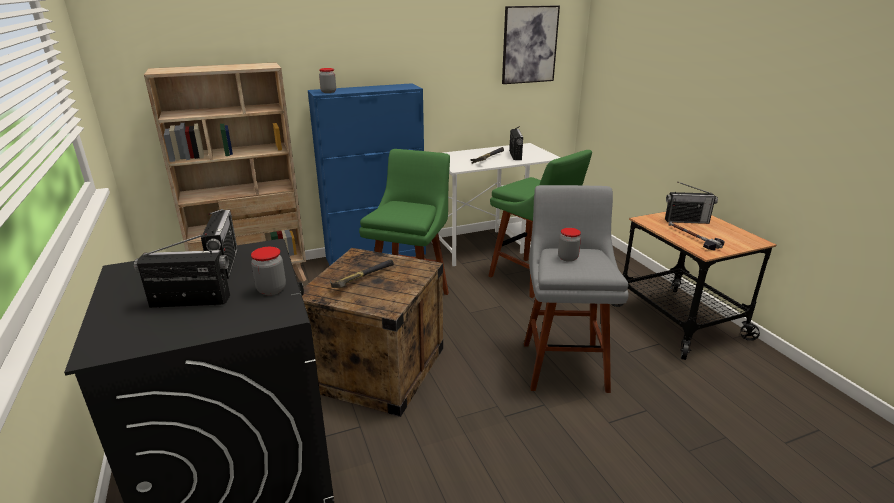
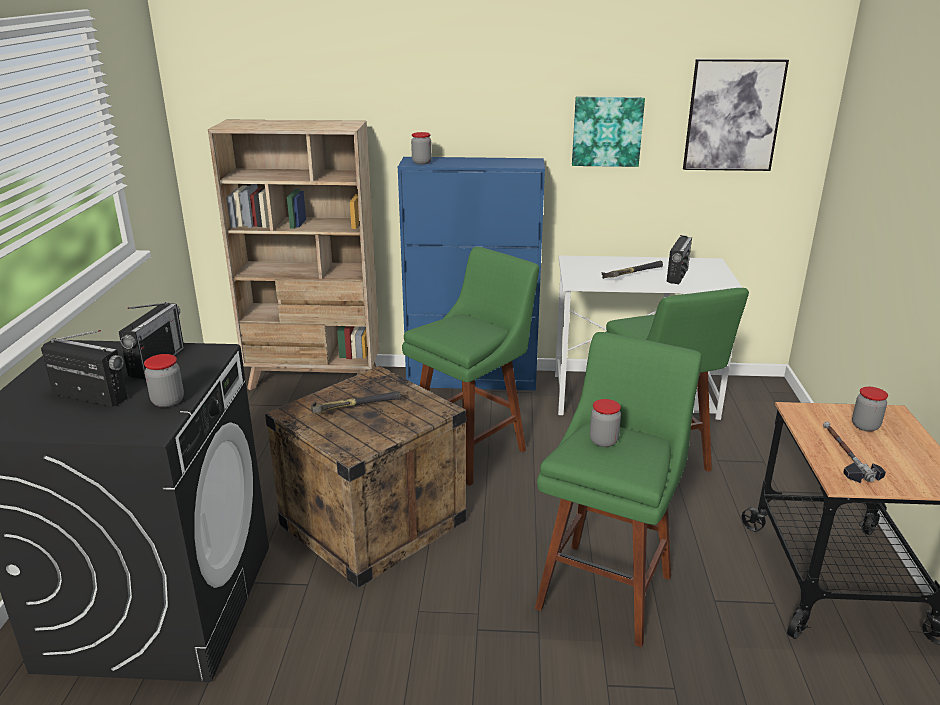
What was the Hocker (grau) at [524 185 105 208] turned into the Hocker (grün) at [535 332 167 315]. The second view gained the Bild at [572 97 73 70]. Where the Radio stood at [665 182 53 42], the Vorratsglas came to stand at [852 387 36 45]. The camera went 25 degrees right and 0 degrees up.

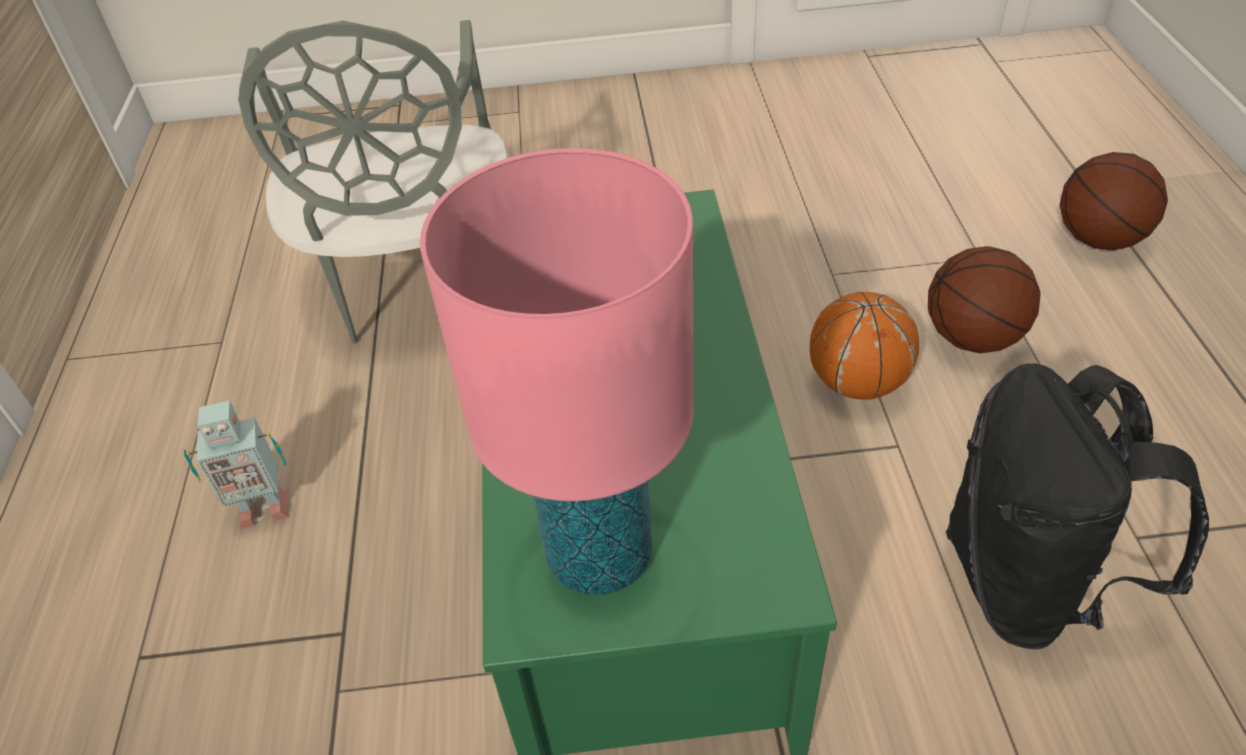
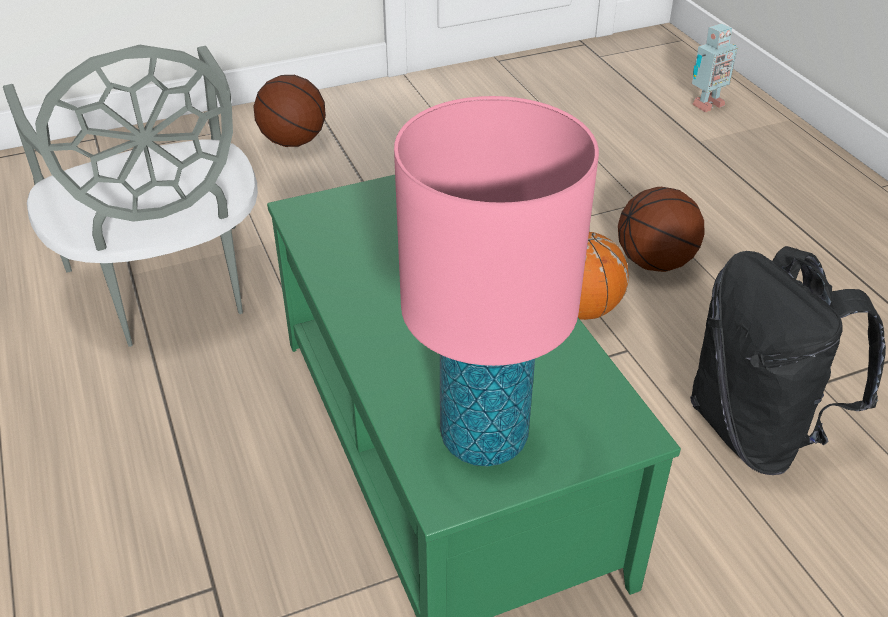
The Basketball ended up elsewhere, having gone from [1060 152 108 98] to [253 75 73 72]. The Spielzeugroboter ended up elsewhere, having gone from [184 400 104 129] to [692 23 46 89]. The camera went 20 degrees left and 5 degrees down.

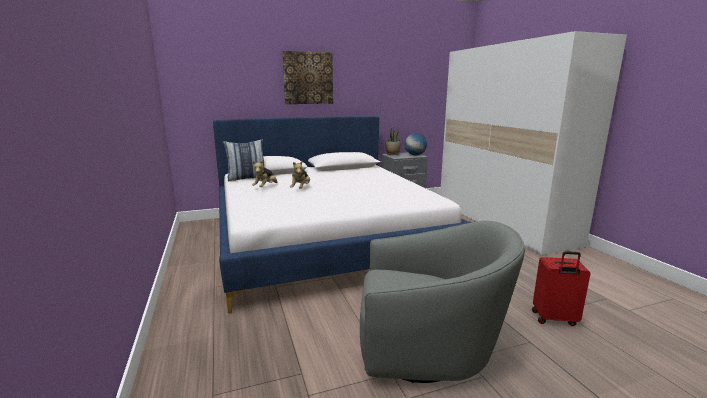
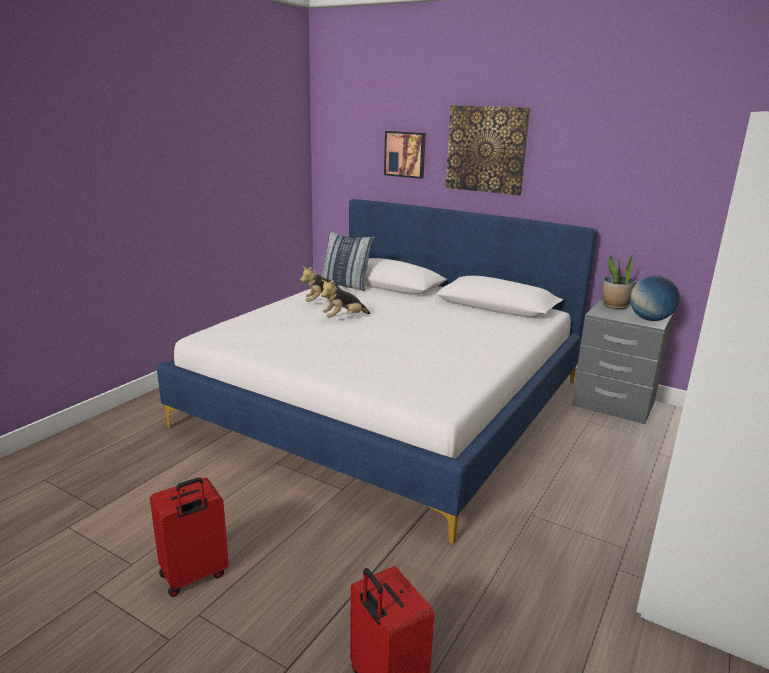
Where the Sessel (grau) stood at [360 221 165 162], the Koffer (rot) came to stand at [150 477 79 120]. The second view gained the Bild at [384 131 42 48]. The camera went 50 degrees right and 5 degrees up.

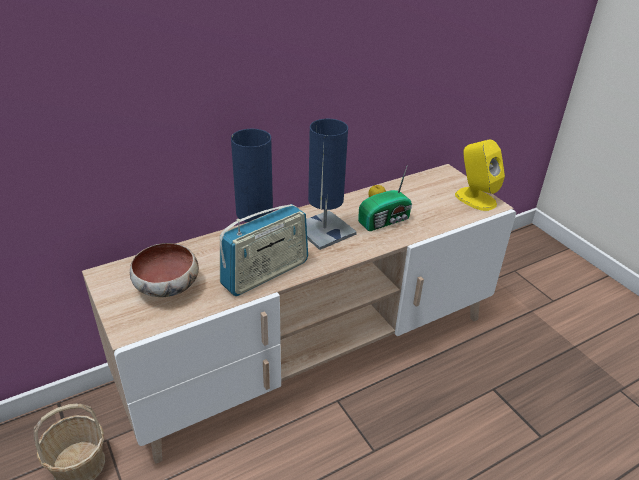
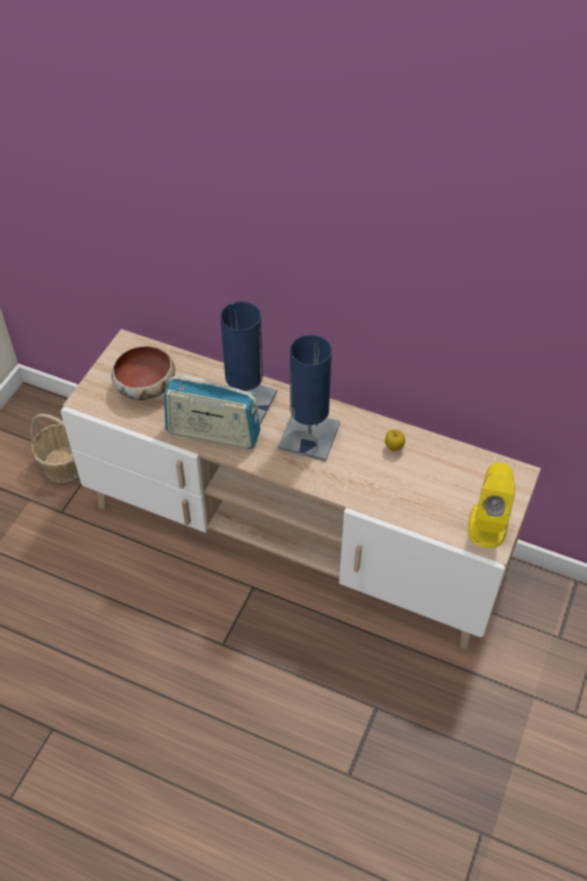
The second view lost the Radio at [358 165 54 66]. The camera went 55 degrees right and 15 degrees up.

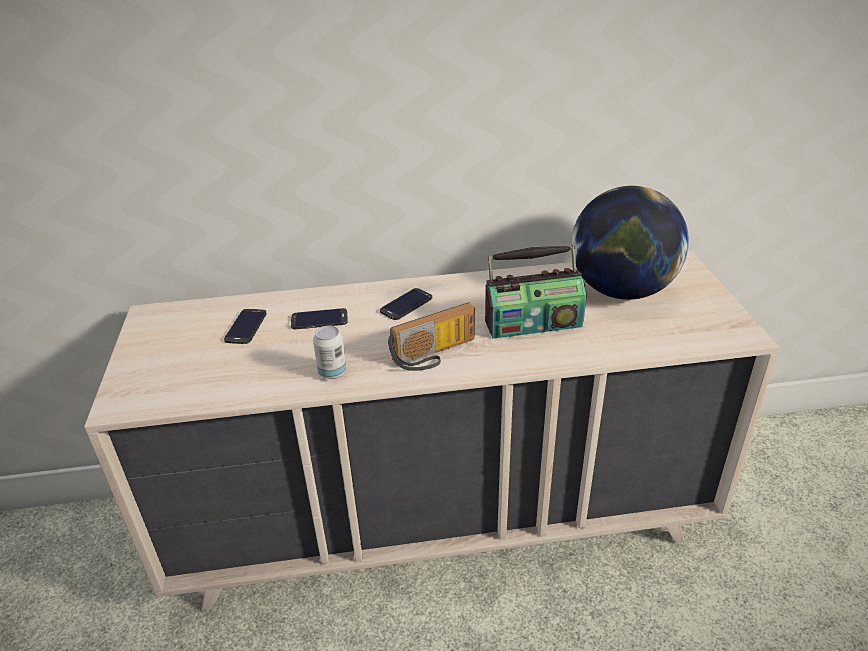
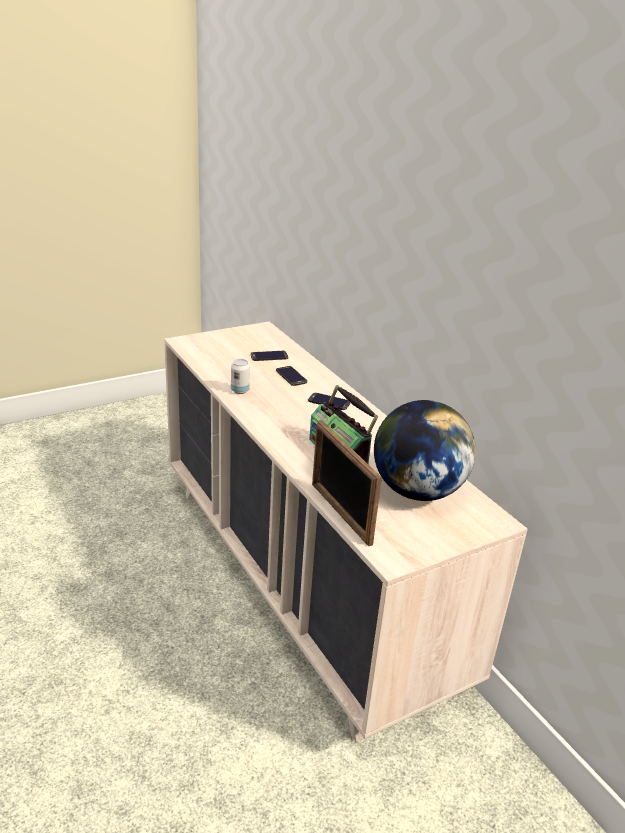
The second view gained the Bilderrahmen at [312 420 70 126]. The second view lost the Radio at [388 302 87 69]. The camera went 65 degrees right and 5 degrees down.

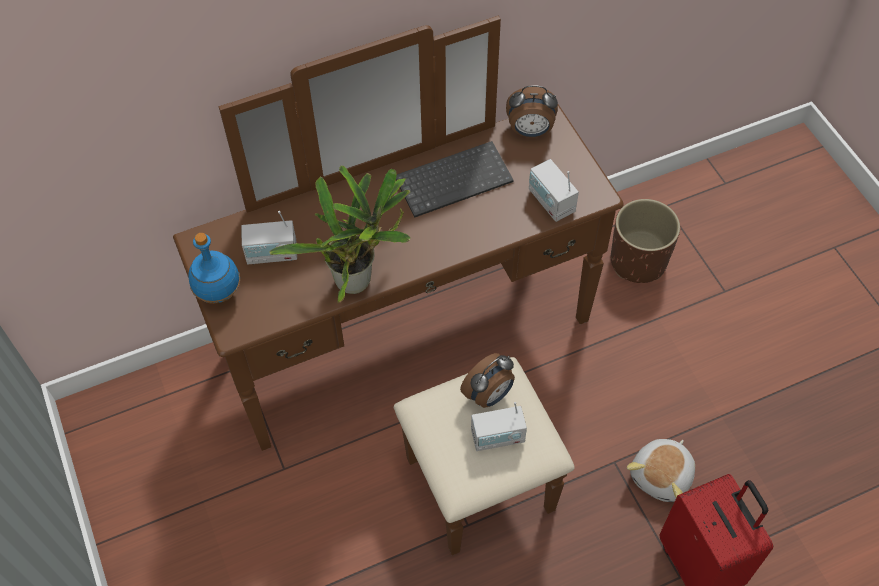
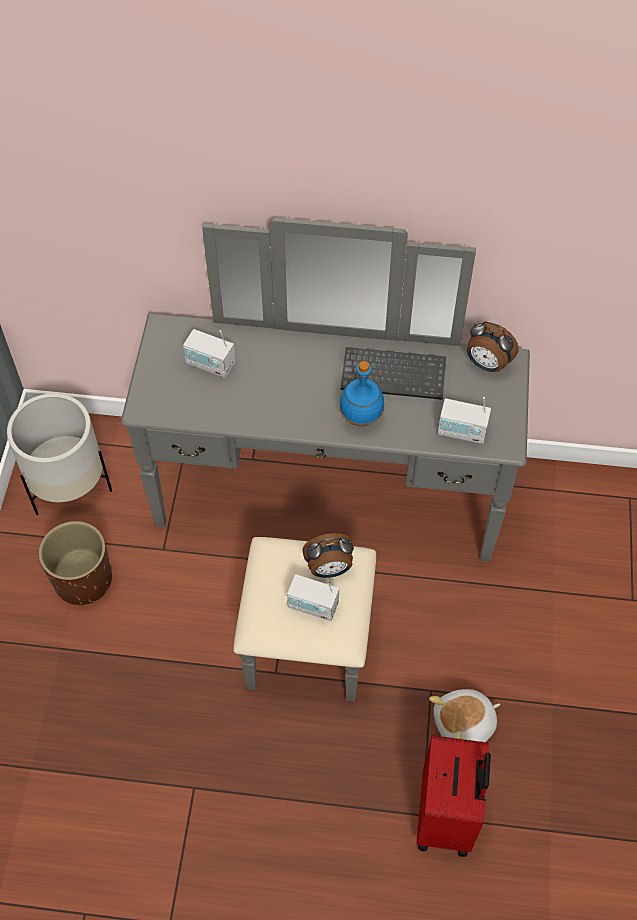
The second view gained the Pflanzkübel (weiß) at [7 393 105 122]. The Pflanzkübel (braun) ended up elsewhere, having gone from [611 199 69 84] to [39 521 73 85]. What was the Kommode (braun) at [173 16 451 539] turned into the Kommode (grau) at [121 218 409 484]. The Flasche (blau) ended up elsewhere, having gone from [188 233 52 71] to [339 361 45 65]. The Radio at [529 159 50 63] ended up facing another way, 75 degrees counterclockwise from before. The second view lost the Topfpflanze at [270 166 140 137]. The camera went 30 degrees right and 0 degrees up.

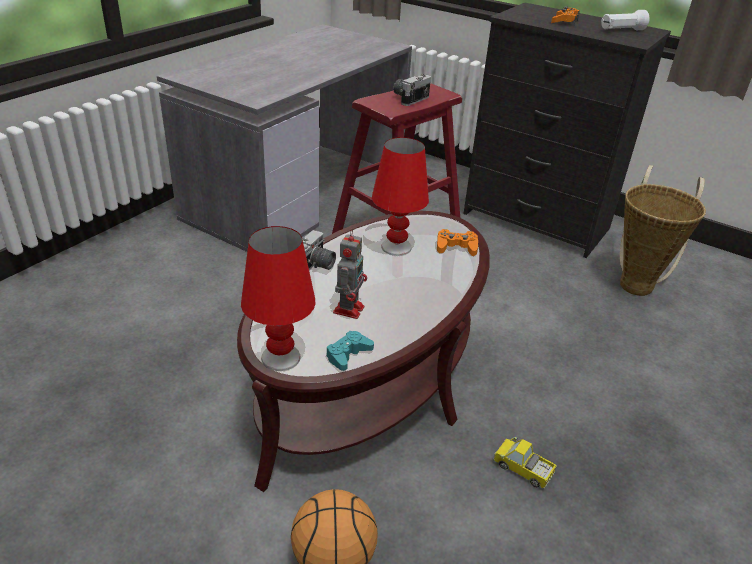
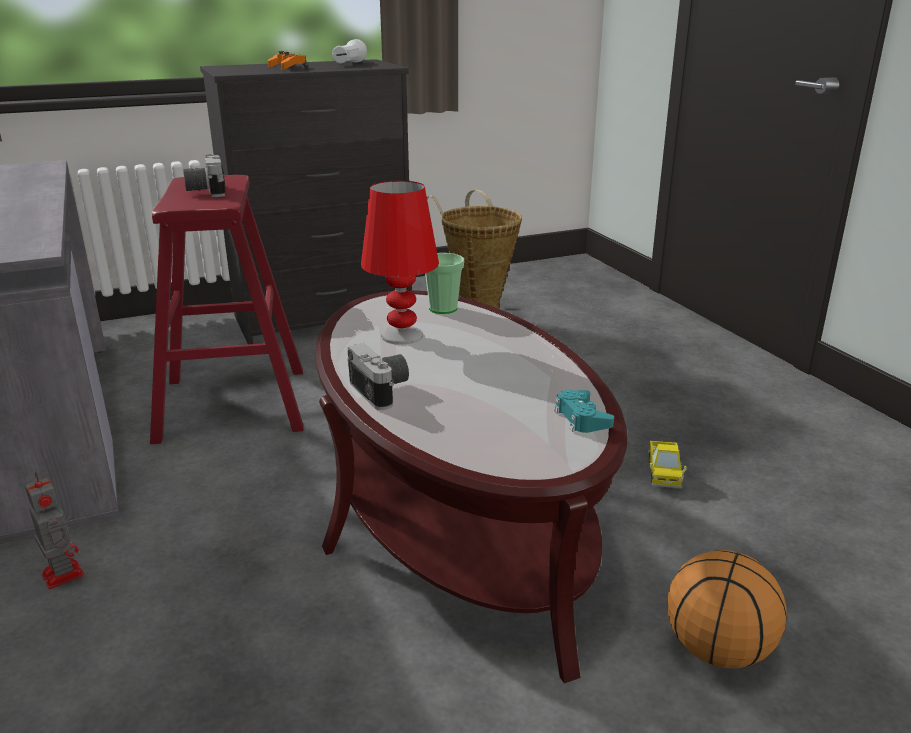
The Spielzeugroboter ended up elsewhere, having gone from [333 229 34 90] to [25 472 60 117]. Where the Gamepad (orange) stood at [437 229 41 27], the Tasse came to stand at [425 253 39 61]. The Spielzeuglaster at [493 437 64 52] ended up facing another way, 60 degrees counterclockwise from before. The second view lost the Tischlampe (rot) at [241 226 75 145]. The camera went 55 degrees left and 10 degrees down.

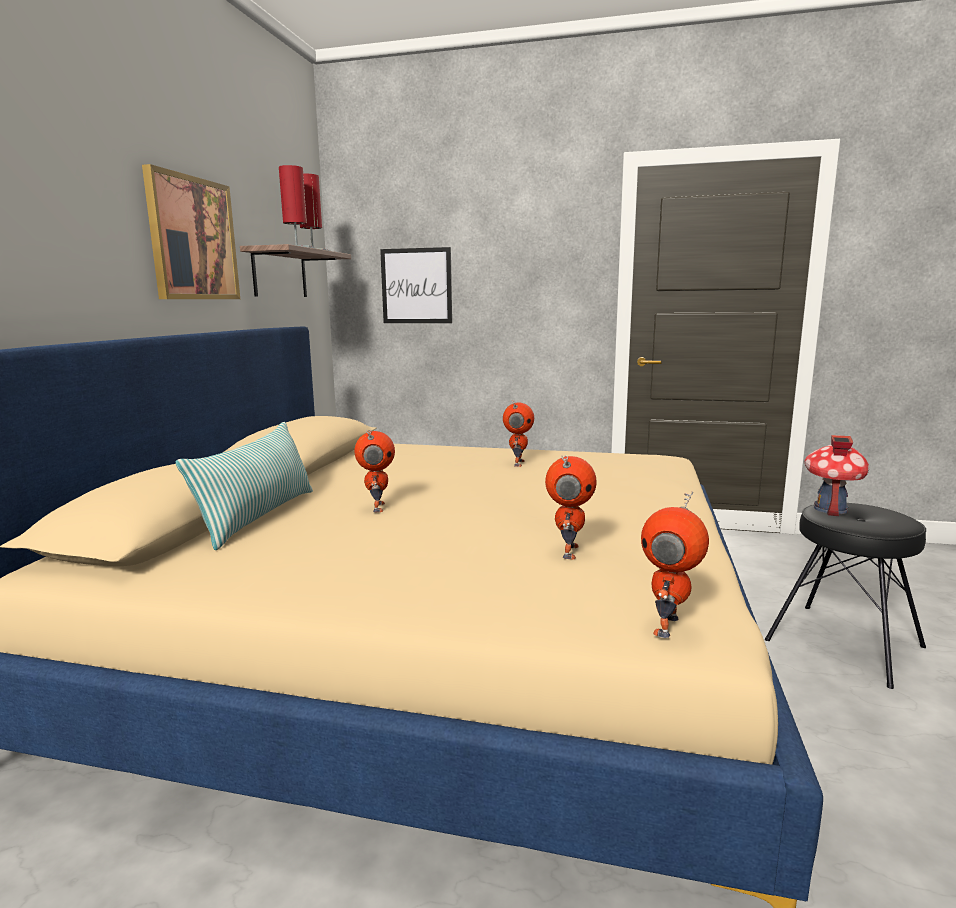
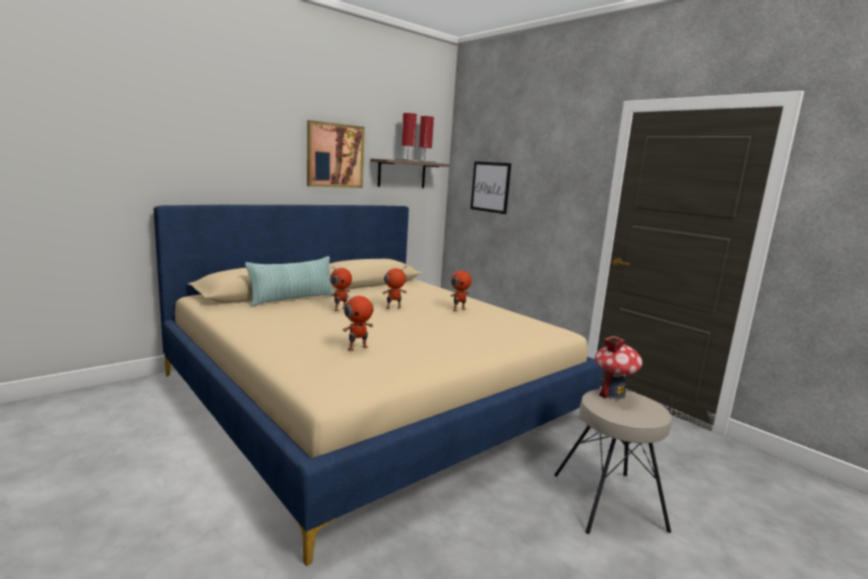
The Spielzeugroboter ended up elsewhere, having gone from [641 491 68 147] to [382 266 25 43]. What was the Hocker (schwarz) at [765 503 161 186] turned into the Hocker (beige) at [554 389 118 145]. The camera went 35 degrees right and 0 degrees up.

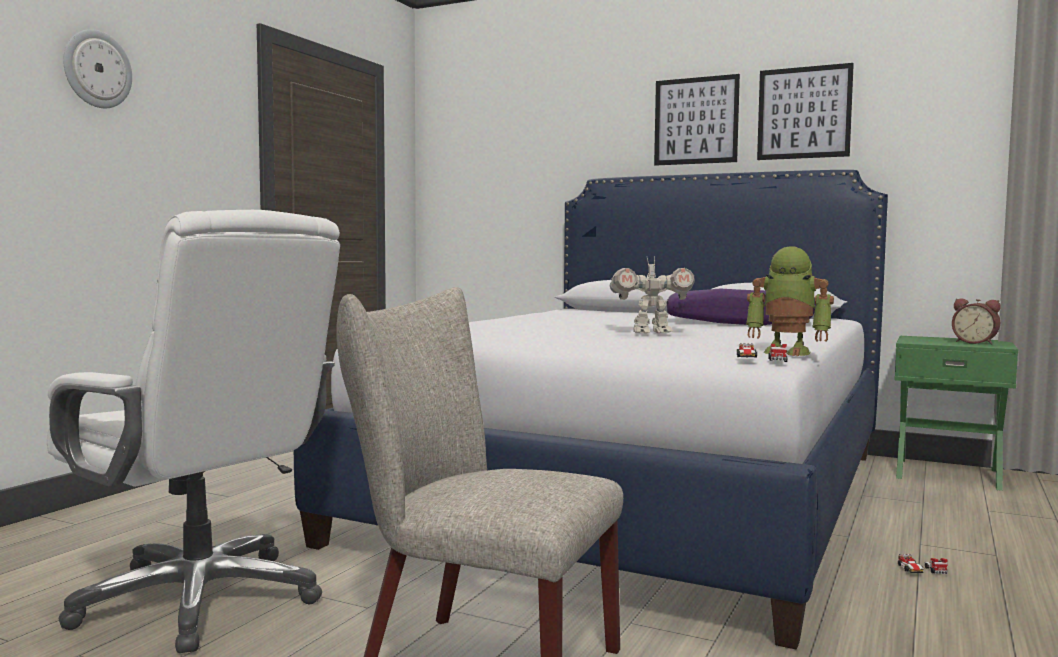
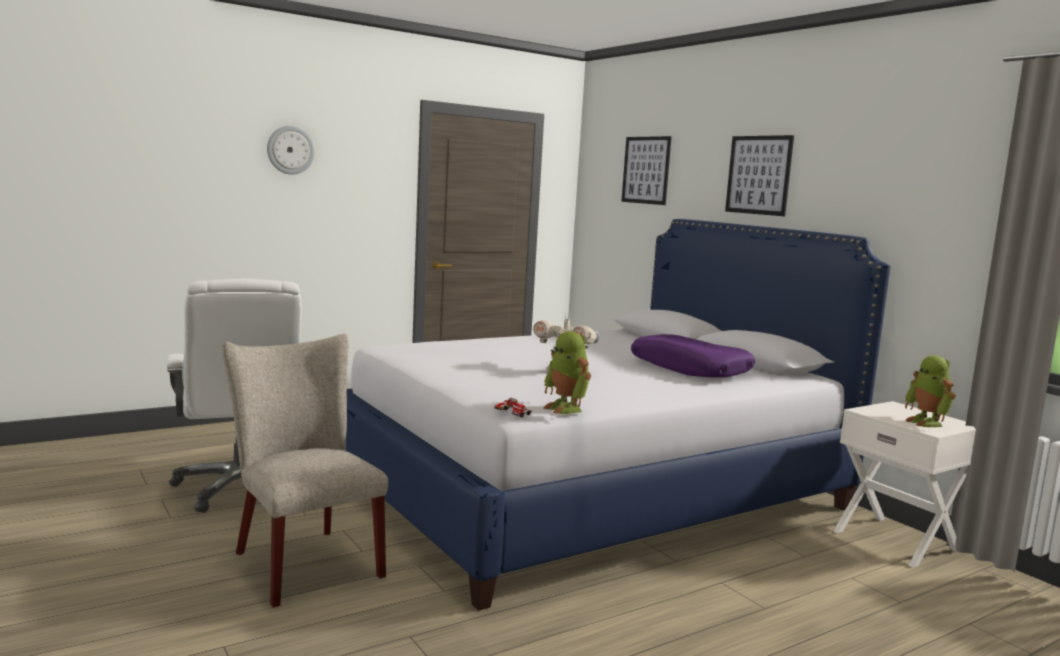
The Bild ended up elsewhere, having gone from [757 63 97 97] to [621 136 51 69]. What was the Nachttisch (grün) at [894 336 124 155] turned into the Nachttisch (weiß) at [833 401 143 166]. Where the Wecker stood at [952 298 49 47], the Spielzeugroboter came to stand at [905 355 50 72]. The second view lost the Spielzeugauto at [898 554 50 20]. The camera went 30 degrees right and 5 degrees up.

